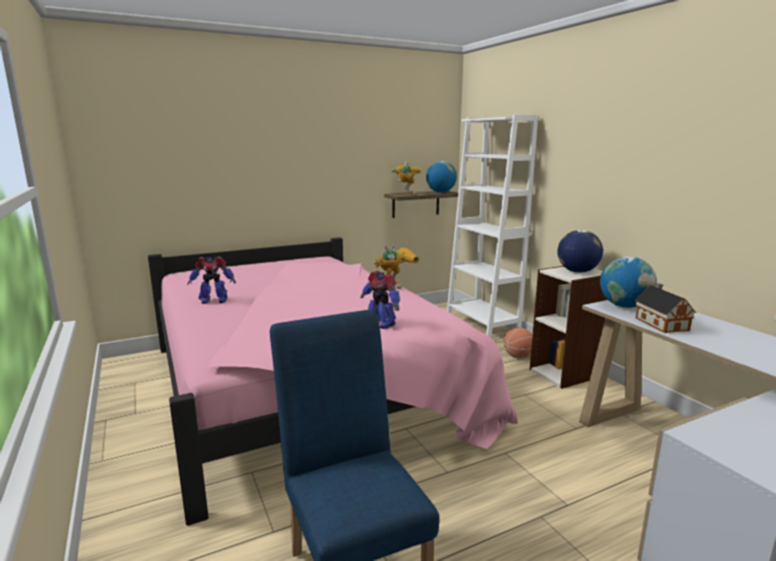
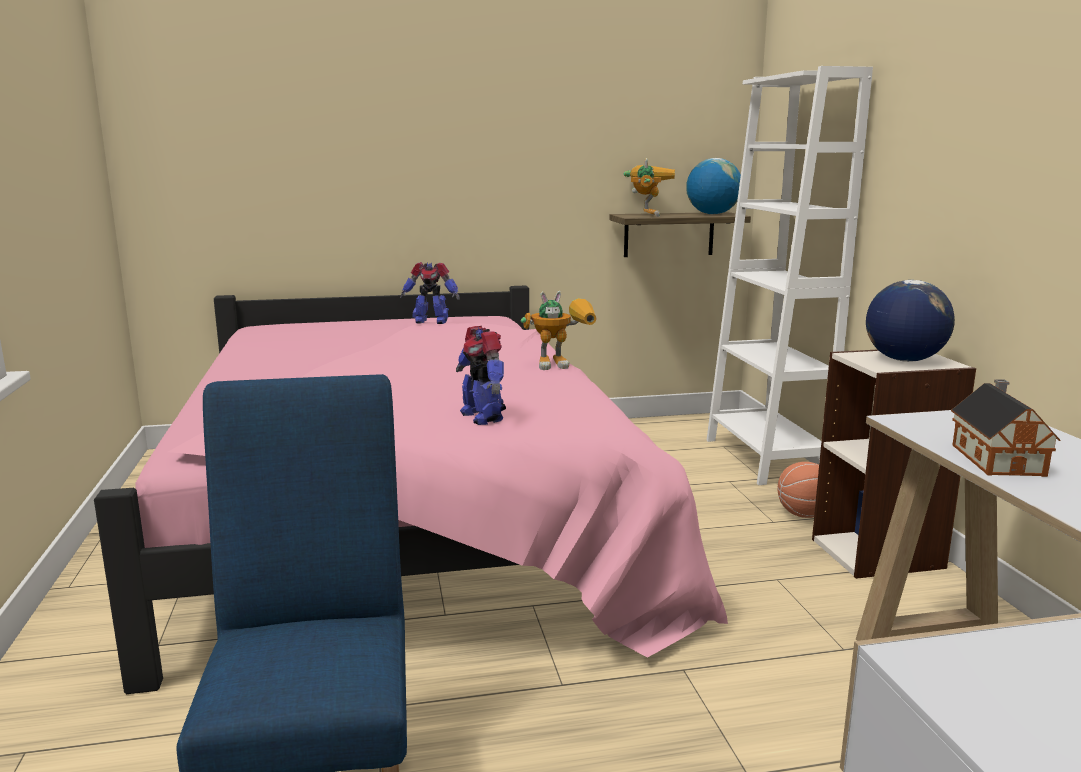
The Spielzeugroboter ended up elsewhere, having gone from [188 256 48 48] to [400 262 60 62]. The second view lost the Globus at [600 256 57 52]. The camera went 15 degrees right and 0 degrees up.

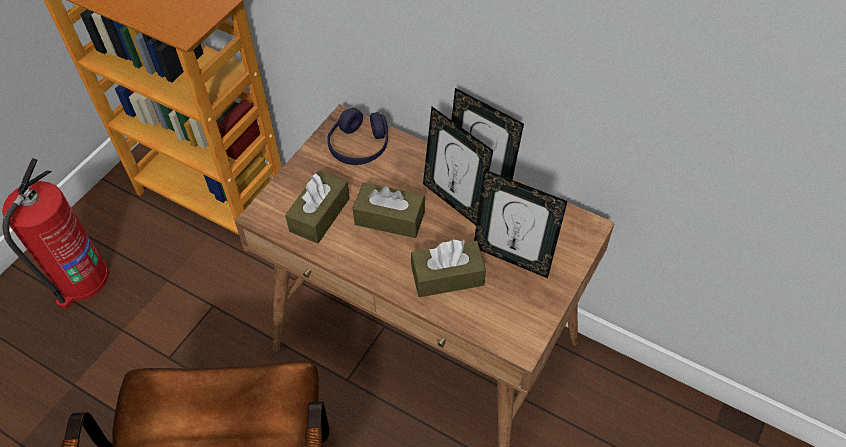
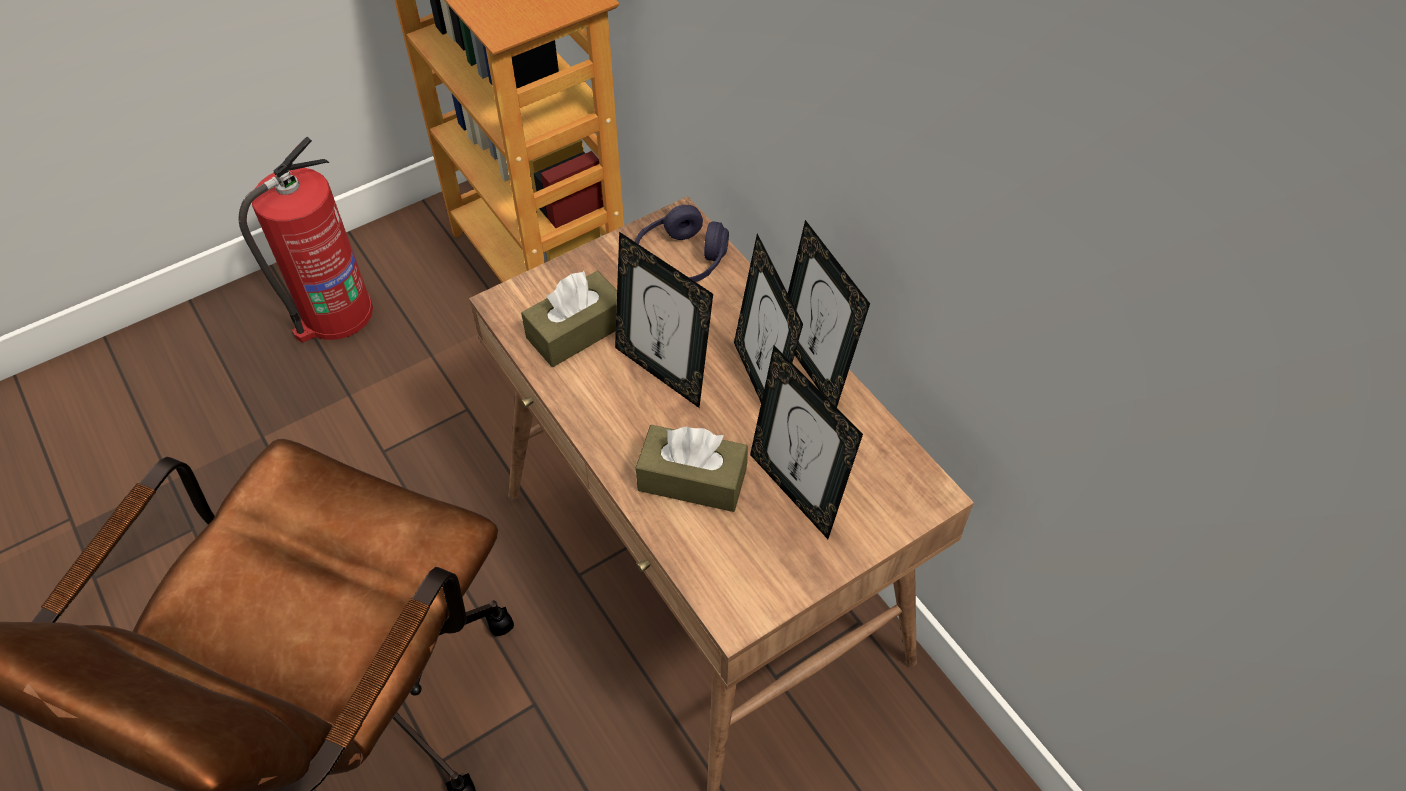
Where the Taschentuchbox (braun) stood at [353 183 72 55], the Bilderrahmen came to stand at [615 232 98 176]. The camera went 25 degrees right and 0 degrees up.

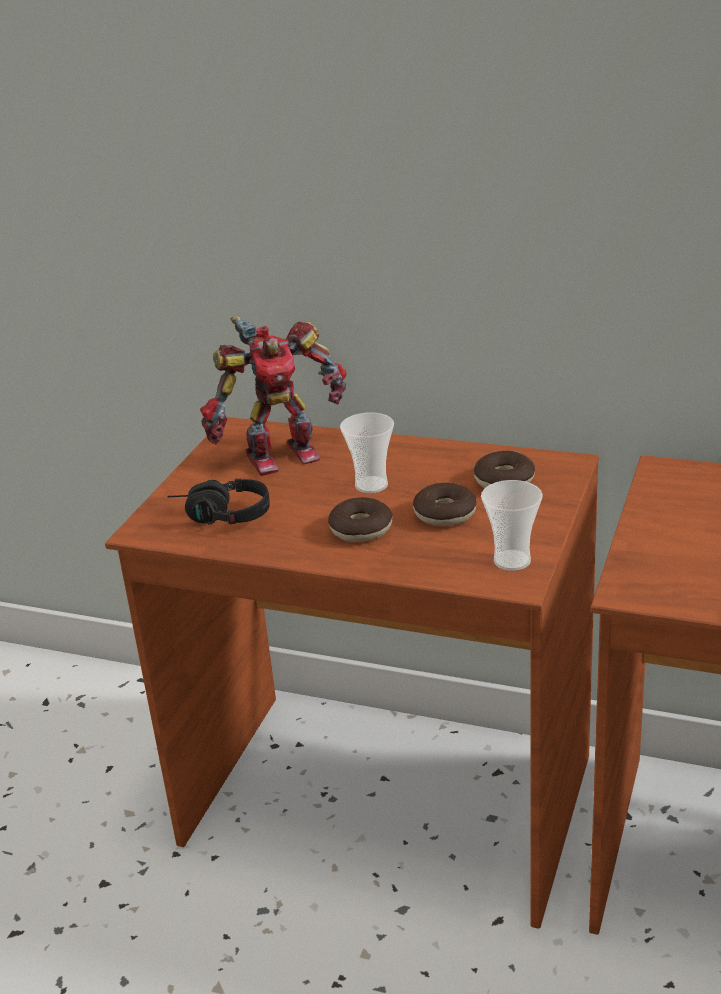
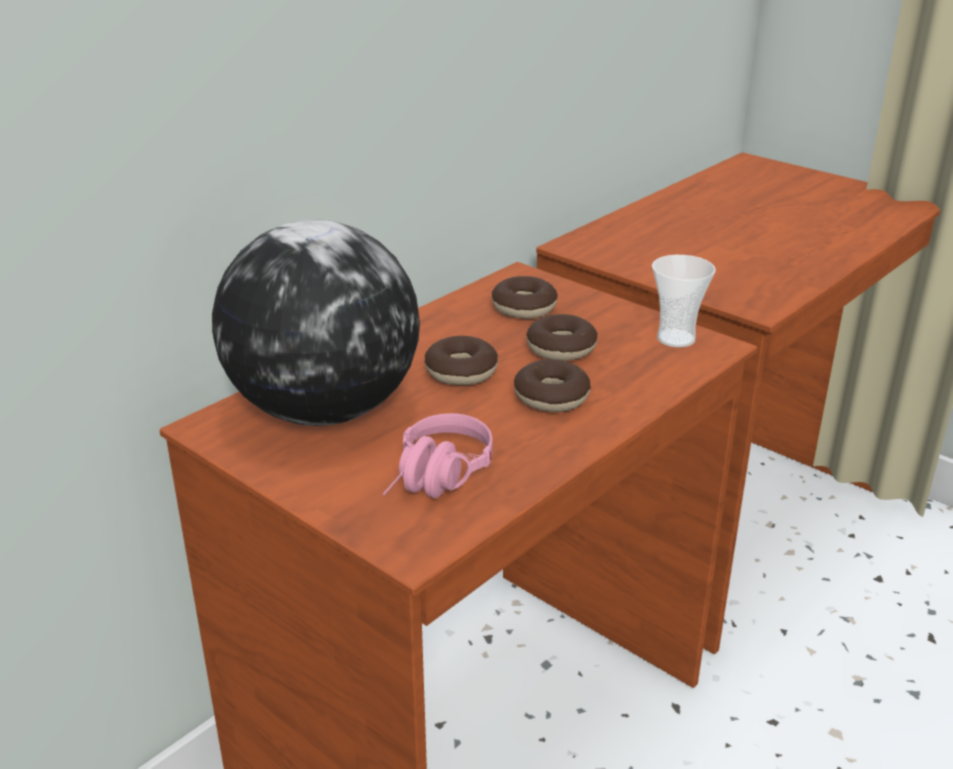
Where the Spielzeugroboter stood at [200 316 146 160], the Globus came to stand at [212 219 208 207]. What was the Kopfhörer (schwarz) at [168 479 102 46] turned into the Kopfhörer (rosa) at [383 413 110 85]. Where the Tasse stood at [340 412 54 81], the Donut came to stand at [425 336 73 49]. The camera went 70 degrees left and 0 degrees up.

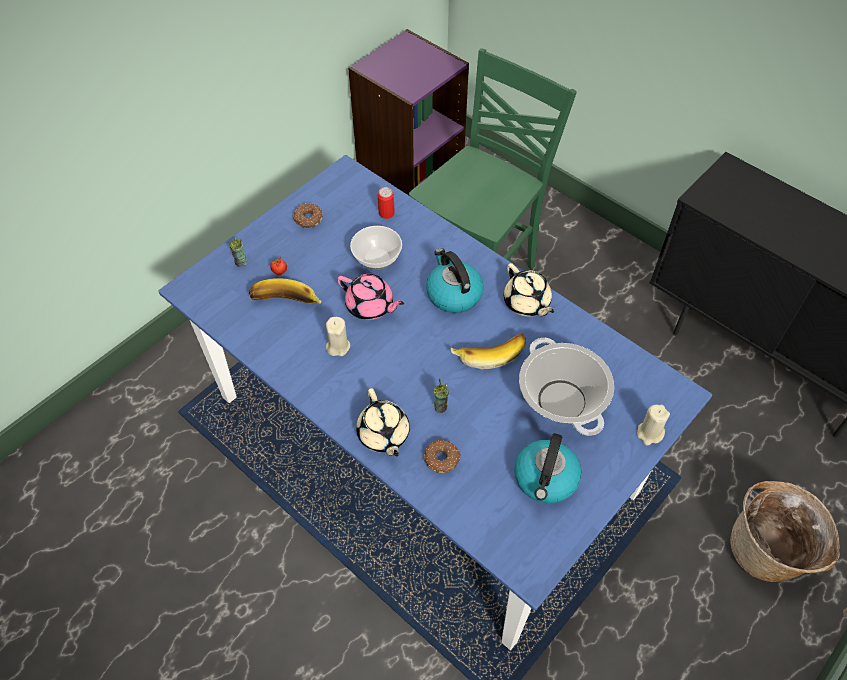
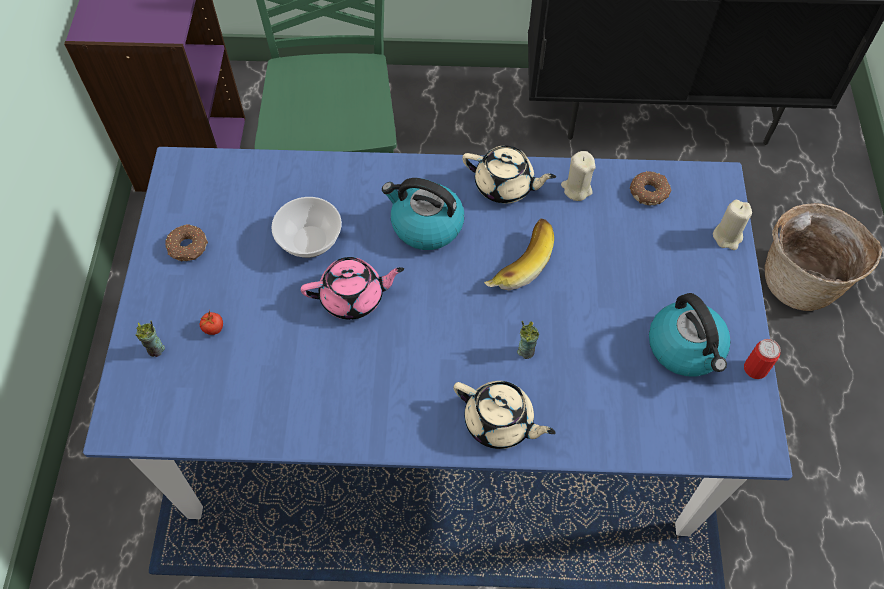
The Kerze (beige) ended up elsewhere, having gone from [326 317 24 39] to [561 151 35 50]. The Donut ended up elsewhere, having gone from [424 440 37 33] to [630 171 42 34]. The Dose ended up elsewhere, having gone from [378 187 17 32] to [744 339 37 40]. The second view lost the Banane at [249 278 73 26]. The second view lost the Kochtopf at [519 338 95 98]. The camera went 40 degrees left and 5 degrees up.

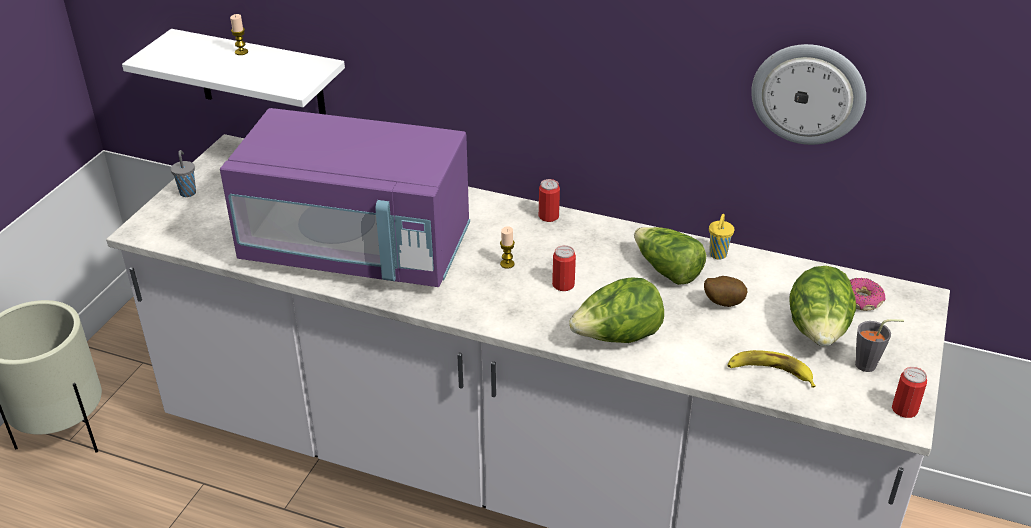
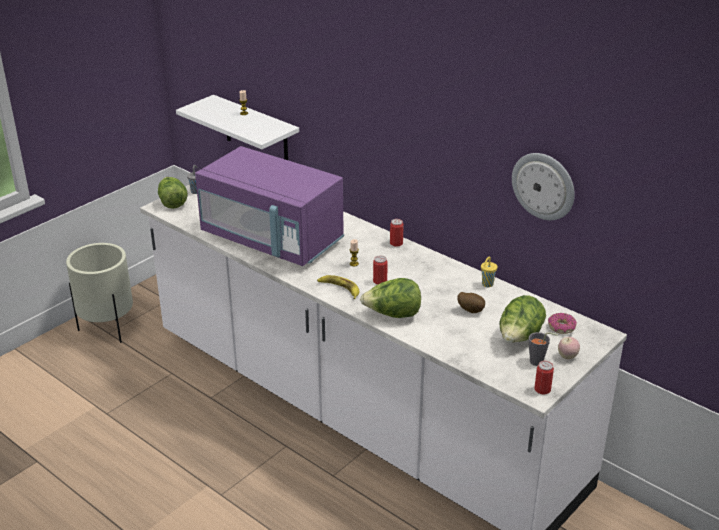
The Salatkopf ended up elsewhere, having gone from [634 227 72 58] to [158 177 30 32]. The Banane ended up elsewhere, having gone from [727 350 89 38] to [317 275 43 24]. The second view gained the Apfel at [558 337 22 22]. The camera went 20 degrees right and 5 degrees down.

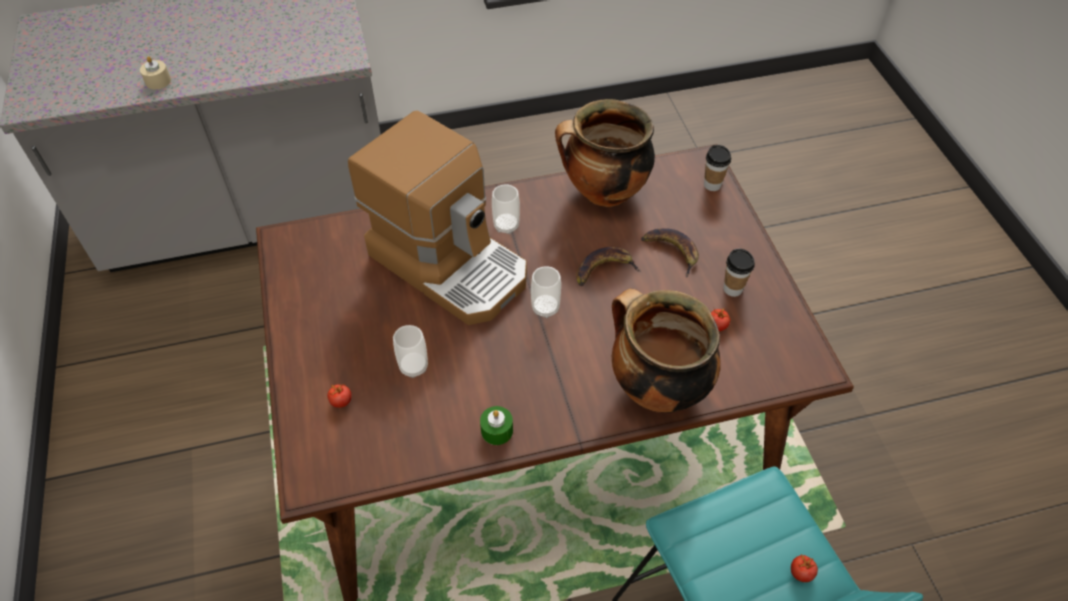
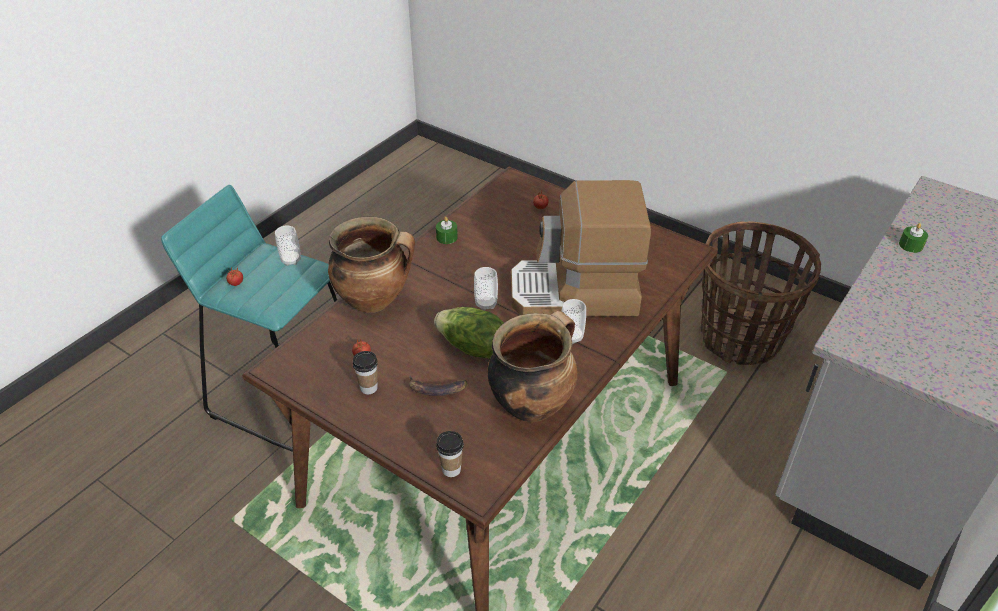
The Tasse ended up elsewhere, having gone from [393 325 35 53] to [275 226 26 40]. Where the Banane stood at [576 247 64 39], the Salatkopf came to stand at [434 307 70 52]. The second view gained the Korb at [701 221 120 144]. What was the Kerze (beige) at [140 56 31 33] turned into the Kerze (grün) at [899 223 29 30]. The camera went 140 degrees right and 10 degrees down.

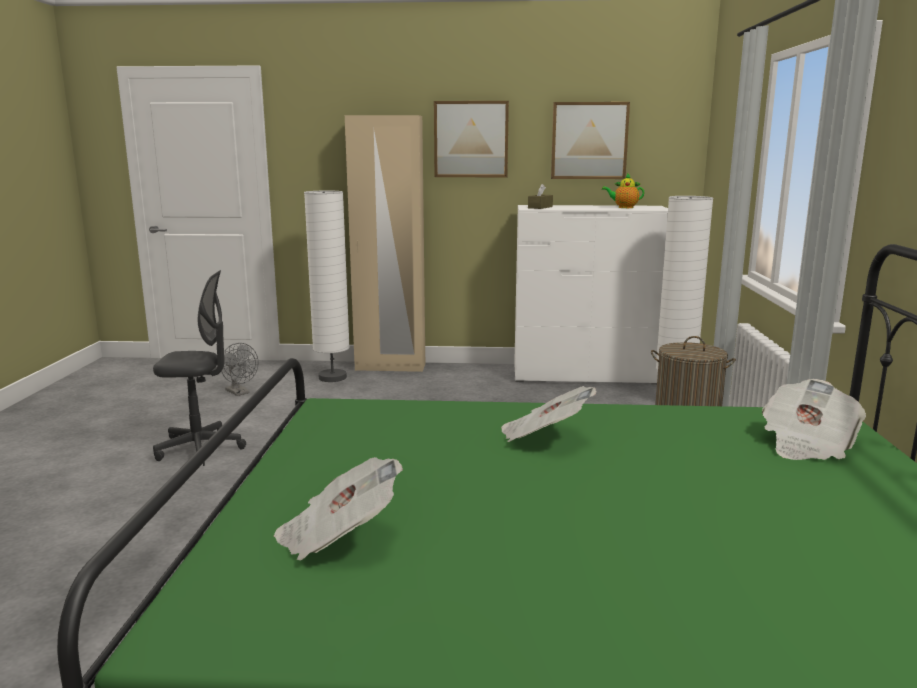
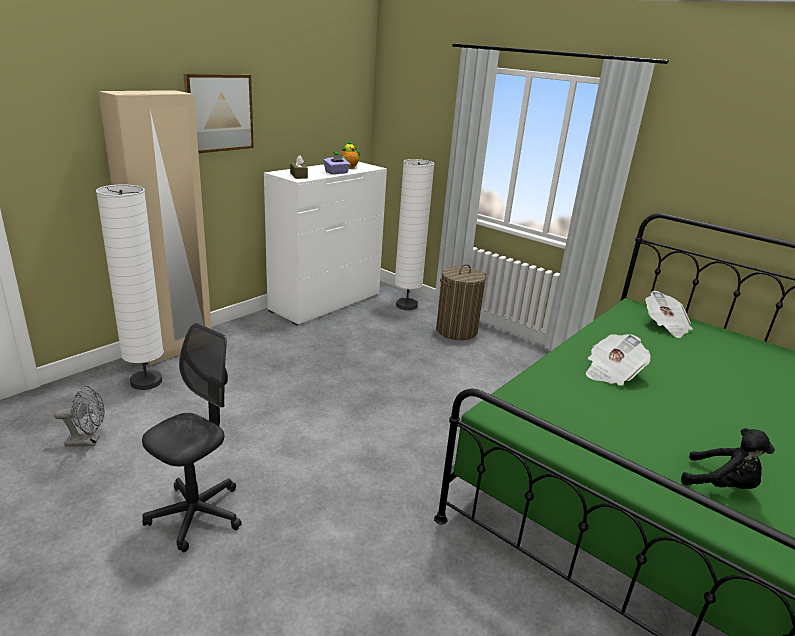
The second view gained the Taschentuchbox (lila) at [323 154 28 20]. Where the Zeitung stood at [274 457 129 103], the Plüschtier (schwarz) came to stand at [681 428 94 61]. The second view lost the Bild at [551 102 79 77]. The camera went 55 degrees left and 10 degrees up.

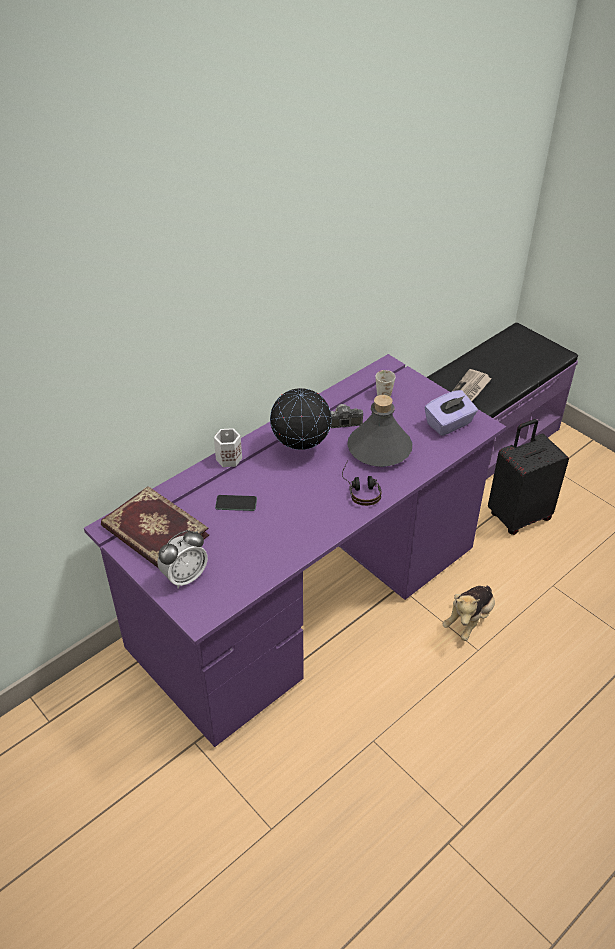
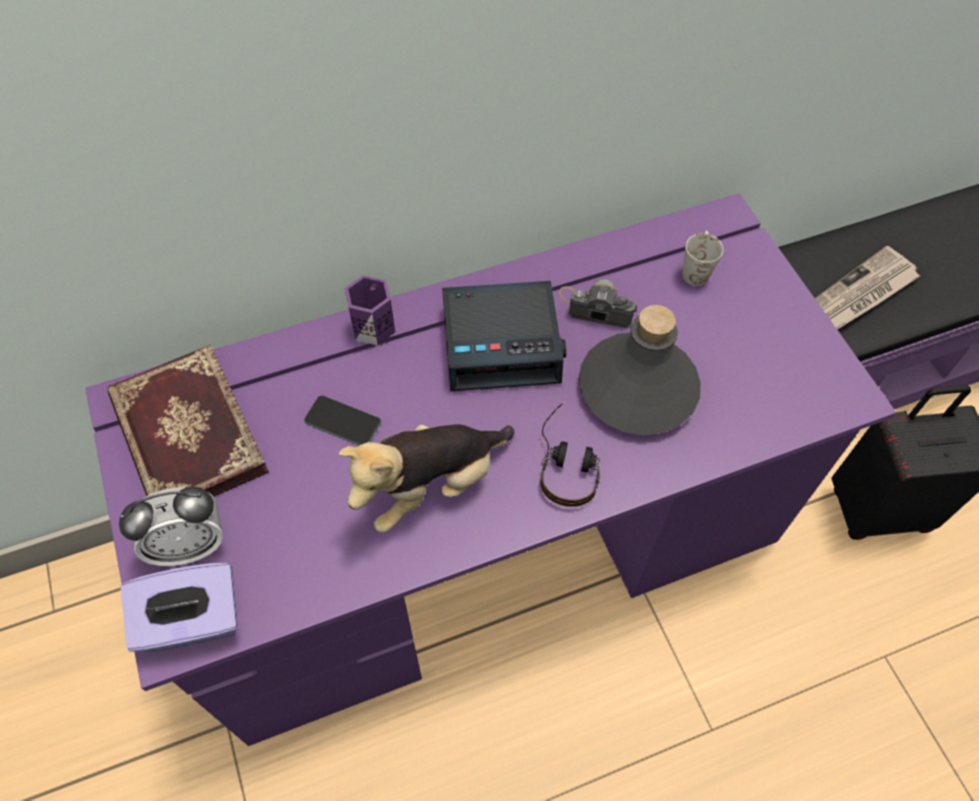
The Taschentuchbox (lila) ended up elsewhere, having gone from [425 390 53 46] to [120 563 118 90]. The Plüschtier ended up elsewhere, having gone from [443 586 52 55] to [339 424 175 109]. What was the Henkelbecher (weiß) at [214 428 28 39] turned into the Henkelbecher (lila) at [345 275 50 71]. Where the Globus stood at [270 388 62 62], the Wecker came to stand at [442 281 124 111]. The camera went 20 degrees right and 15 degrees up.

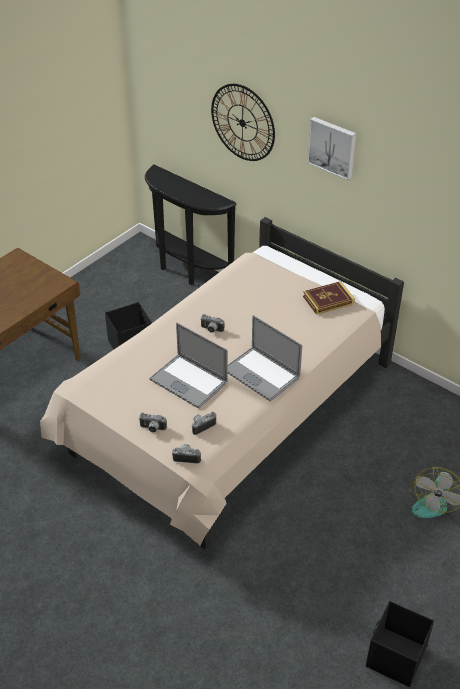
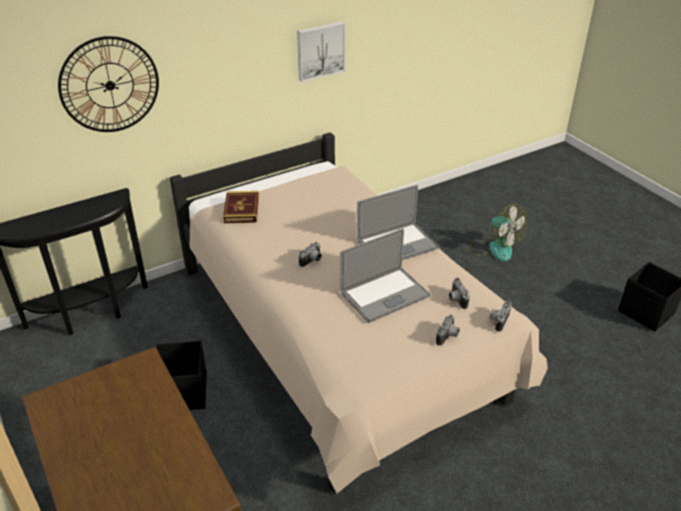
The Buch ended up elsewhere, having gone from [303 281 52 34] to [223 191 36 32]. The Bild ended up elsewhere, having gone from [307 117 49 63] to [297 21 48 61]. The camera went 70 degrees left and 5 degrees down.

